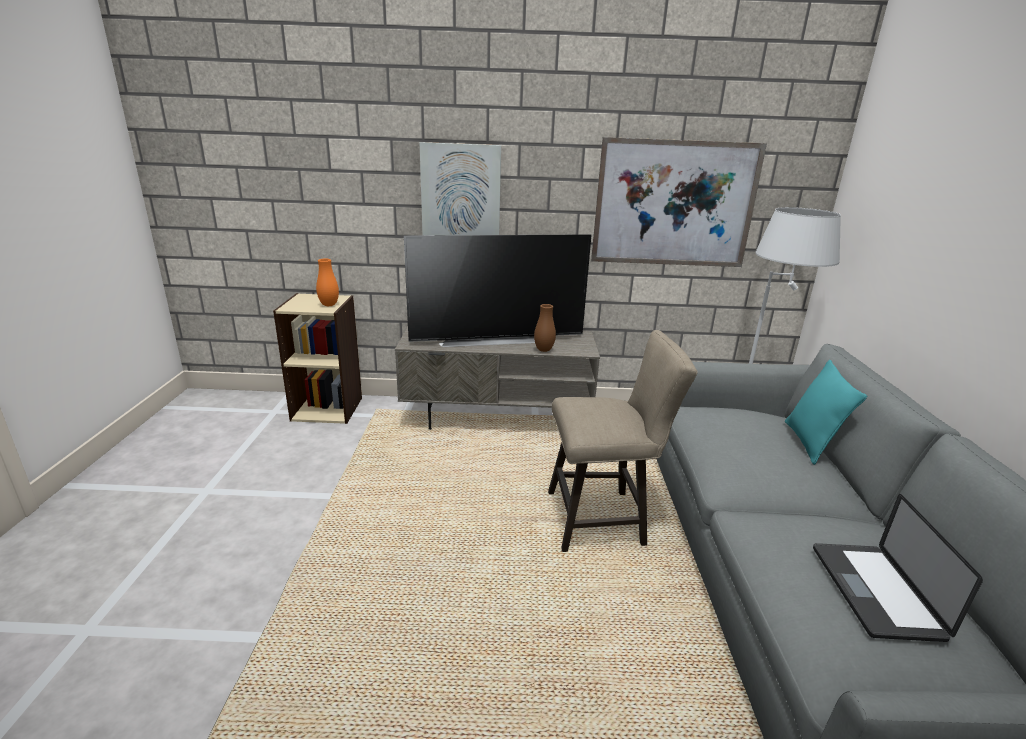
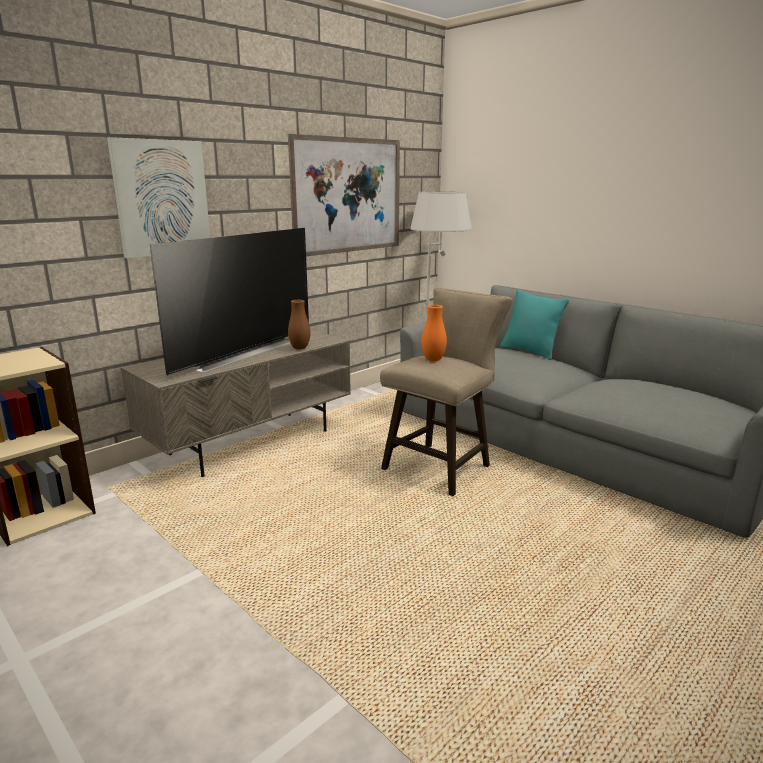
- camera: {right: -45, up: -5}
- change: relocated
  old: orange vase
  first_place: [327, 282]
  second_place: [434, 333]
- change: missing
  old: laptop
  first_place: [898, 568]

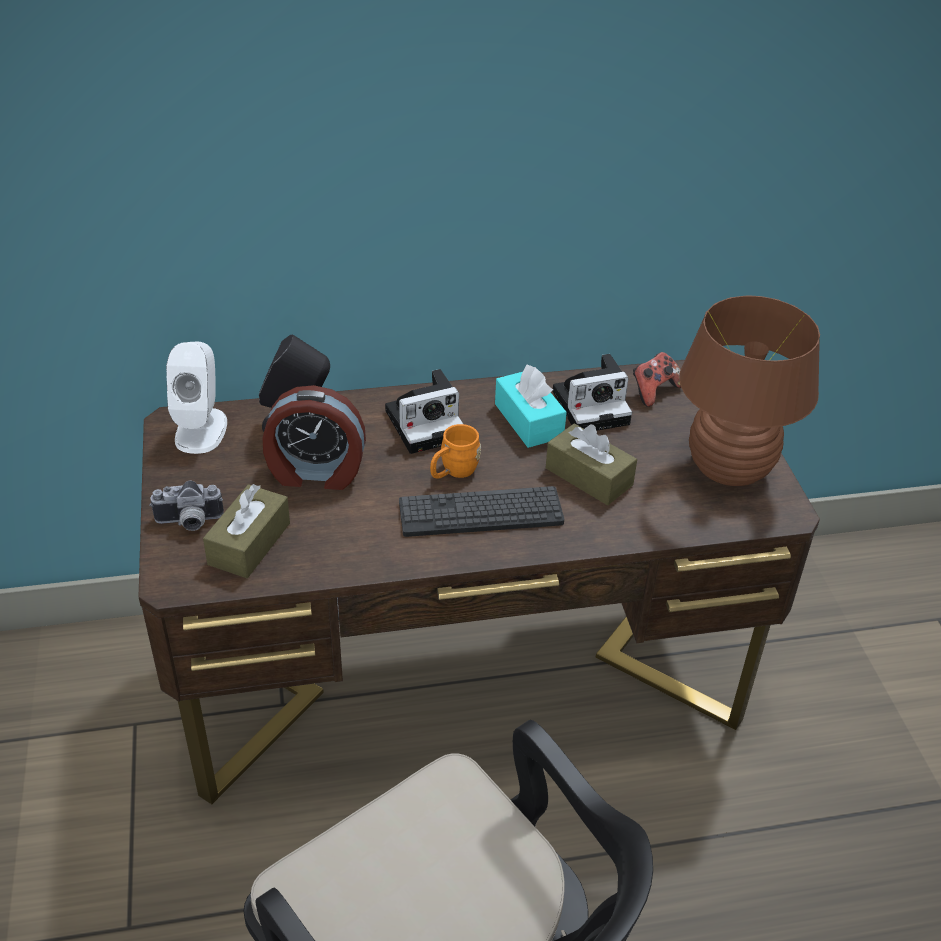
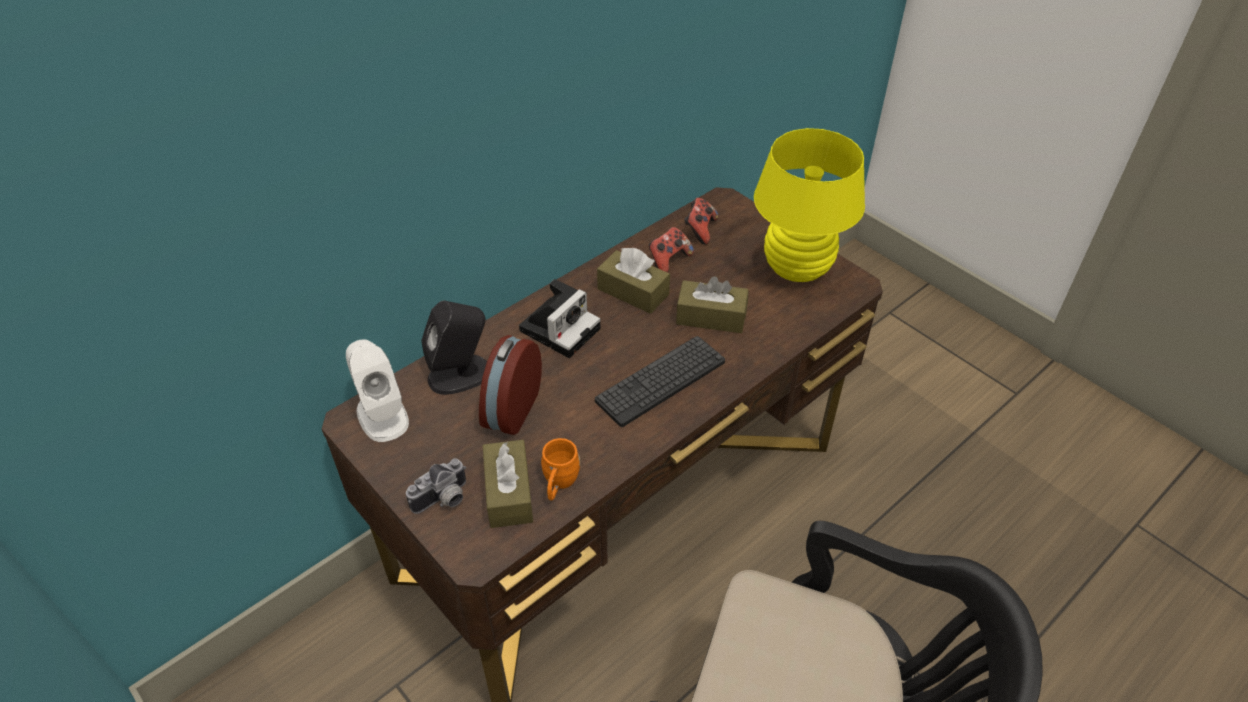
- camera: {right: -30, up: 5}
- change: spun
  old: alarm clock
  first_place: [314, 437]
  second_place: [510, 385]
  degrees: 135
- change: relocated
  old: orange mug
  first_place: [455, 451]
  second_place: [560, 469]
- change: colour
  old: turquoise tissue box
  new: brown tissue box
  first_place: [531, 406]
  second_place: [633, 281]
- change: exchanged
  old: photo camera
  new: game controller
  first_place: [592, 392]
  second_place: [671, 250]
- change: colour
  old: brown table lamp
  new: yellow table lamp
  first_place: [749, 390]
  second_place: [809, 205]

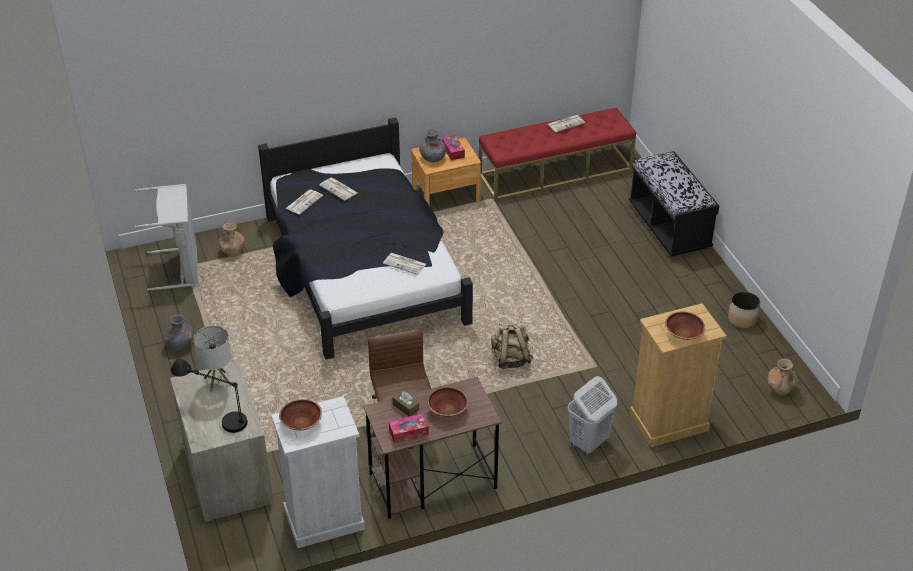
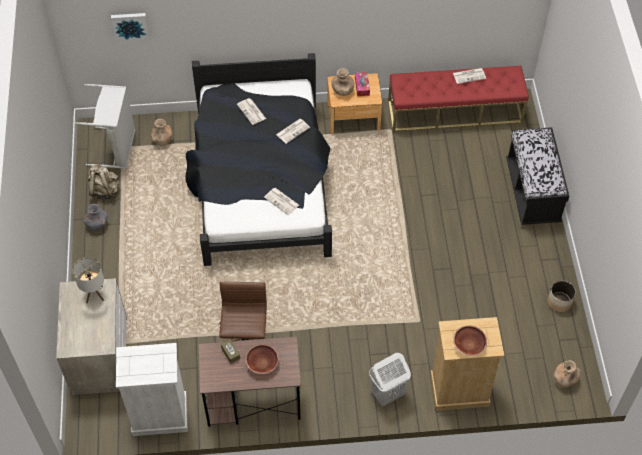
- camera: {right: 15, up: 15}
- change: missing
  old: black table lamp
  first_place: [209, 396]
- change: missing
  old: brown bowl
  first_place: [300, 414]
- change: relocated
  old: newspaper
  first_place: [304, 202]
  second_place: [293, 131]
- change: missing
  old: tissue box
  first_place: [409, 428]
- change: colour
  old: grey vase
  new: brown vase
  first_place: [432, 145]
  second_place: [342, 82]
- change: relocated
  old: beige backpack
  first_place: [512, 345]
  second_place: [103, 181]
- change: appeared
  new: picture
  second_place: [130, 27]

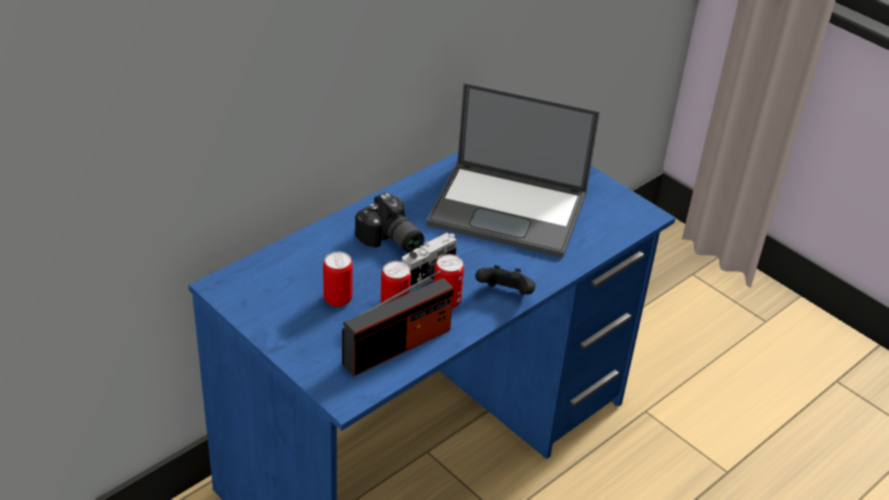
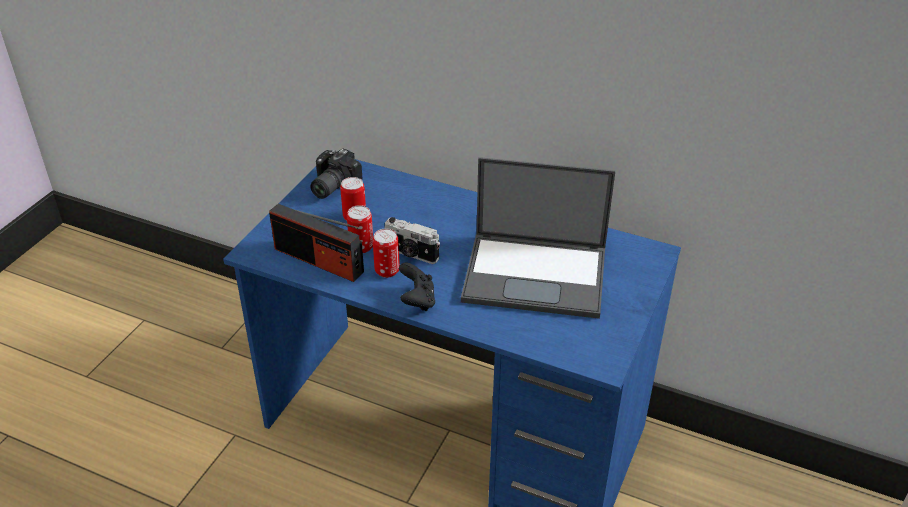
- camera: {right: 70, up: 0}
- change: relocated
  old: photo camera
  first_place: [389, 222]
  second_place: [336, 173]
- change: spun
  old: laptop
  first_place: [513, 170]
  second_place: [538, 238]
  degrees: -75

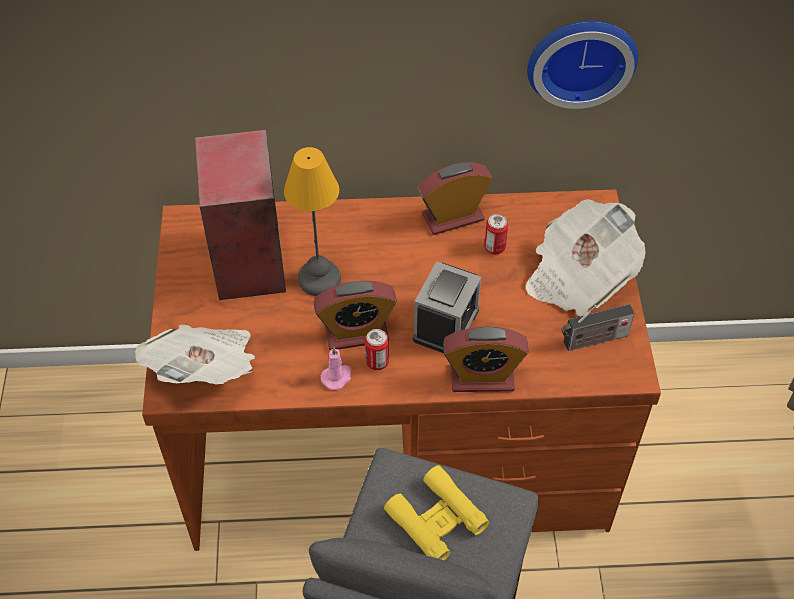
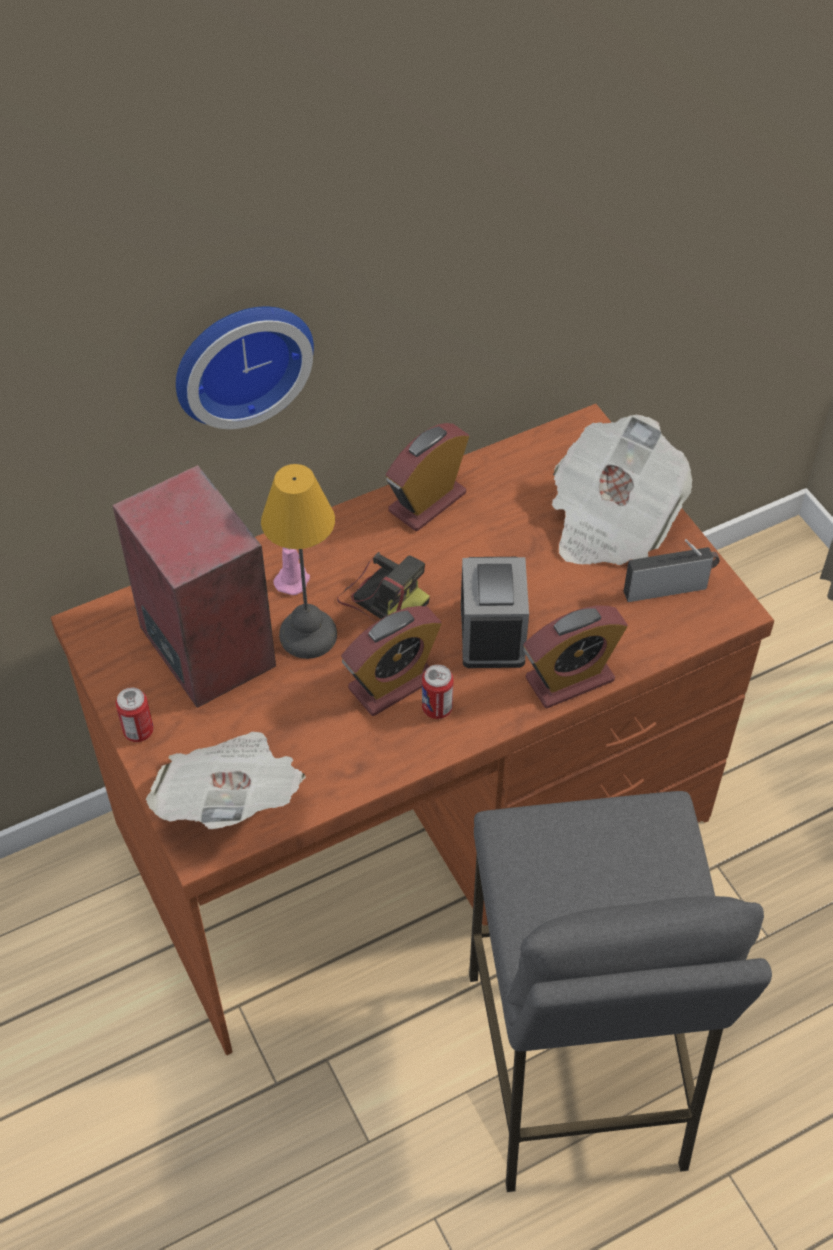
- camera: {right: -25, up: 0}
- change: relocated
  old: pink candle
  first_place: [335, 368]
  second_place: [291, 571]
- change: missing
  old: yellow binoculars
  first_place: [436, 513]
- change: relocated
  old: can
  first_place: [496, 234]
  second_place: [135, 714]
- change: relocated
  old: wall clock
  first_place: [582, 65]
  second_place: [245, 368]
- change: spun
  old: radio
  first_place: [597, 327]
  second_place: [672, 570]
  degrees: -150
- change: appeared
  new: photo camera
  second_place: [383, 587]

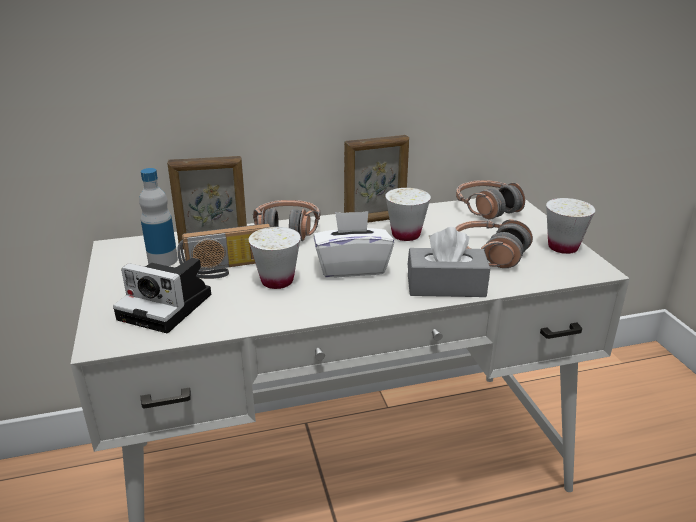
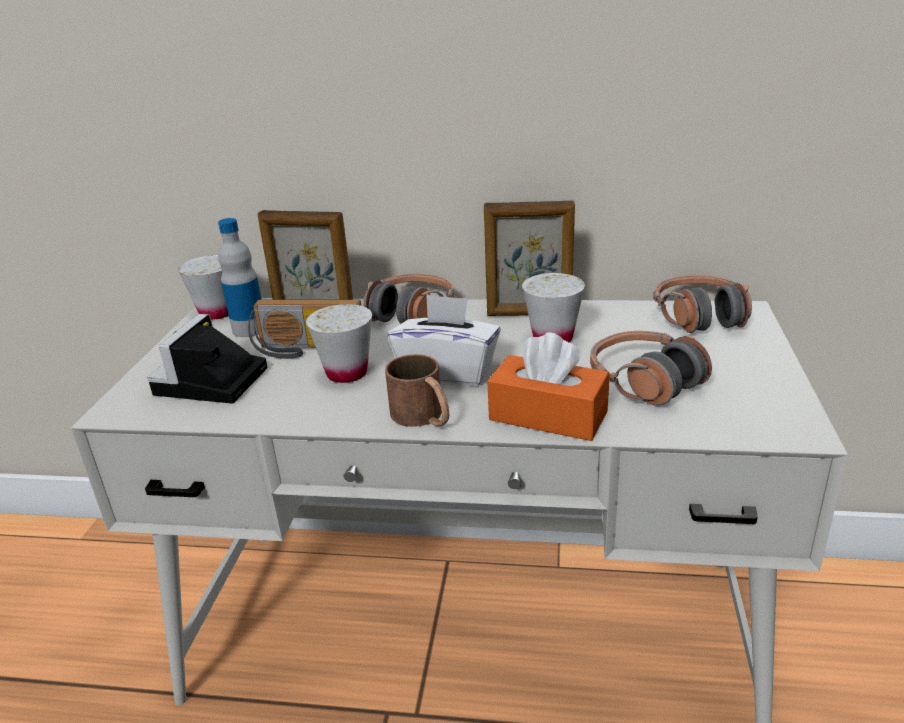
- camera: {right: 25, up: 0}
- change: spun
  old: photo camera
  first_place: [162, 295]
  second_place: [207, 359]
  degrees: 60
- change: colour
  old: grey tissue box
  new: orange tissue box
  first_place: [449, 262]
  second_place: [548, 386]
- change: relocated
  old: white cup
  first_place: [570, 226]
  second_place: [203, 287]
- change: appeared
  new: brown mug
  second_place: [417, 390]

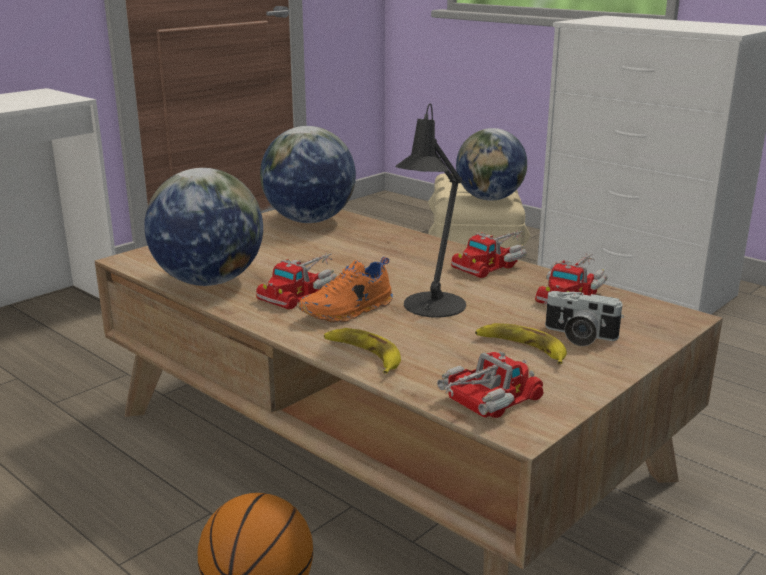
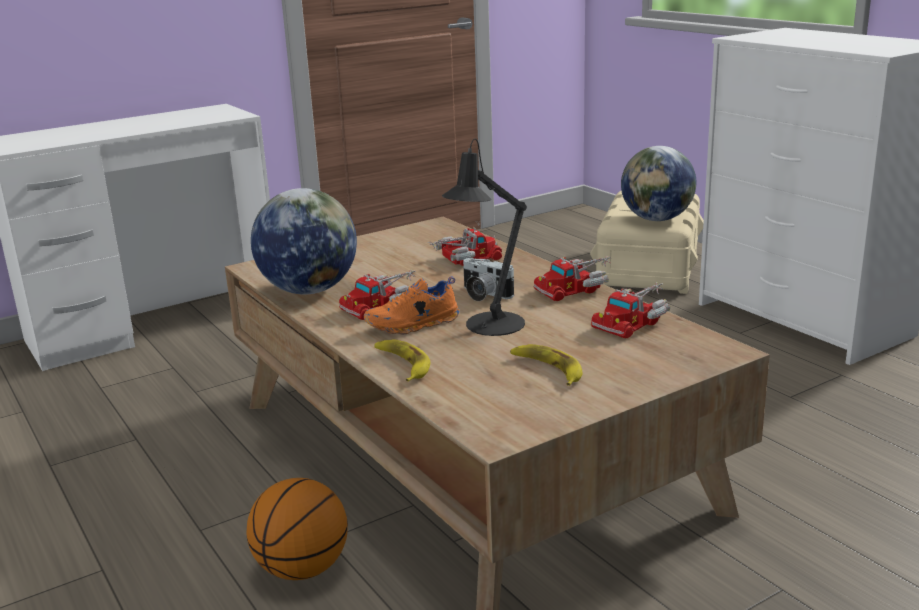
- camera: {right: 15, up: 0}
- change: missing
  old: globe
  first_place: [308, 174]
- change: relocated
  old: toy truck
  first_place: [490, 384]
  second_place: [465, 246]
- change: relocated
  old: photo camera
  first_place: [584, 318]
  second_place: [488, 279]

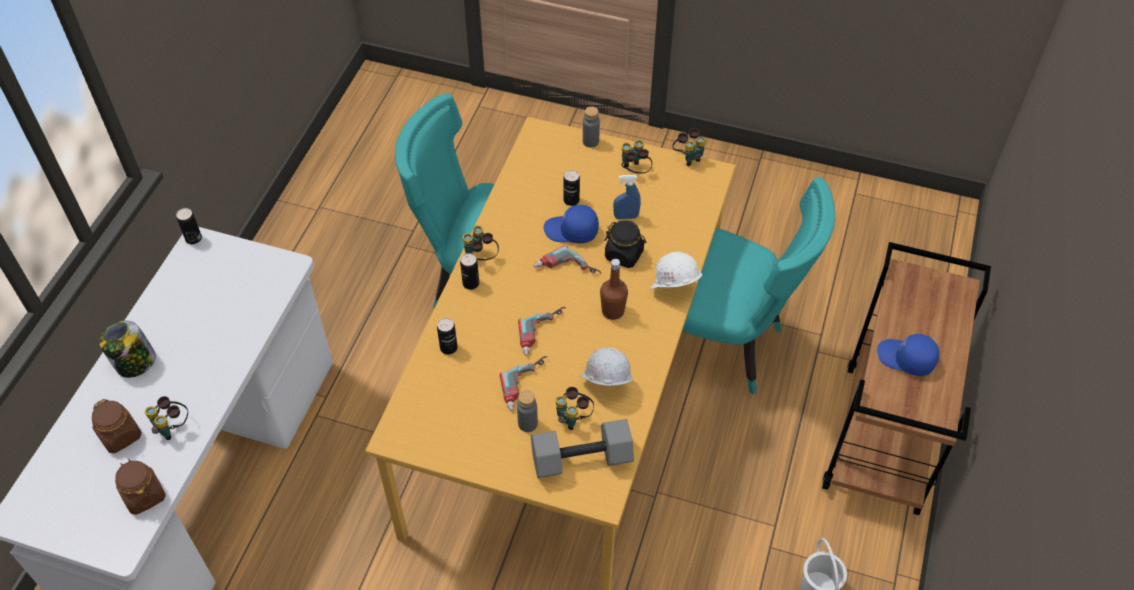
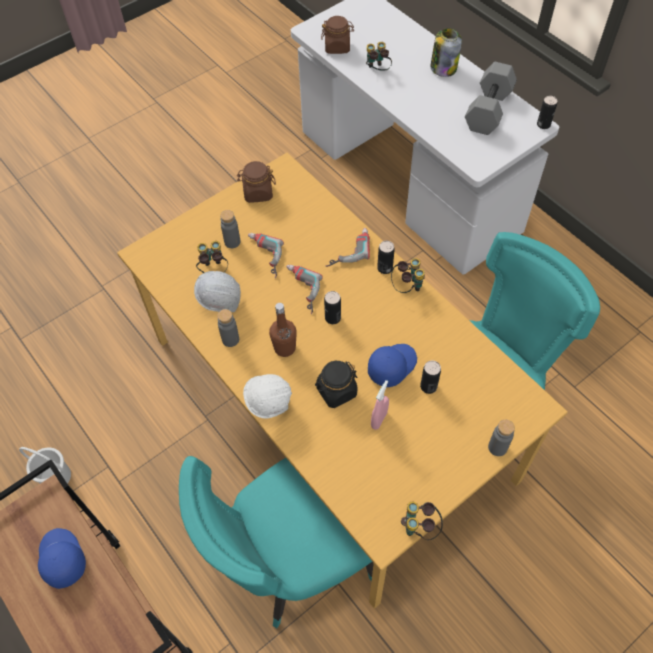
- camera: {right: 125, up: 5}
- change: relocated
  old: brown jar
  first_place: [117, 426]
  second_place: [256, 182]
- change: relocated
  old: can
  first_place: [447, 336]
  second_place: [332, 307]
- change: relocated
  old: grey dumbbell
  first_place: [582, 448]
  second_place: [491, 98]
- change: relocated
  old: power drill
  first_place: [567, 259]
  second_place: [348, 247]
- change: colour
  old: blue spray bottle
  new: pink spray bottle
  first_place: [627, 197]
  second_place: [380, 405]
- change: missing
  old: binoculars
  first_place: [636, 156]
- change: spun
  old: blue cap
  first_place: [908, 355]
  second_place: [62, 558]
  degrees: -90
- change: appeared
  new: grey bottle
  second_place: [228, 328]

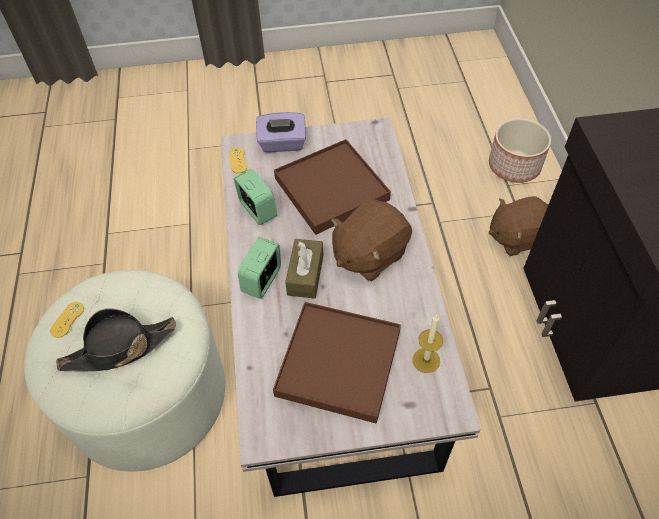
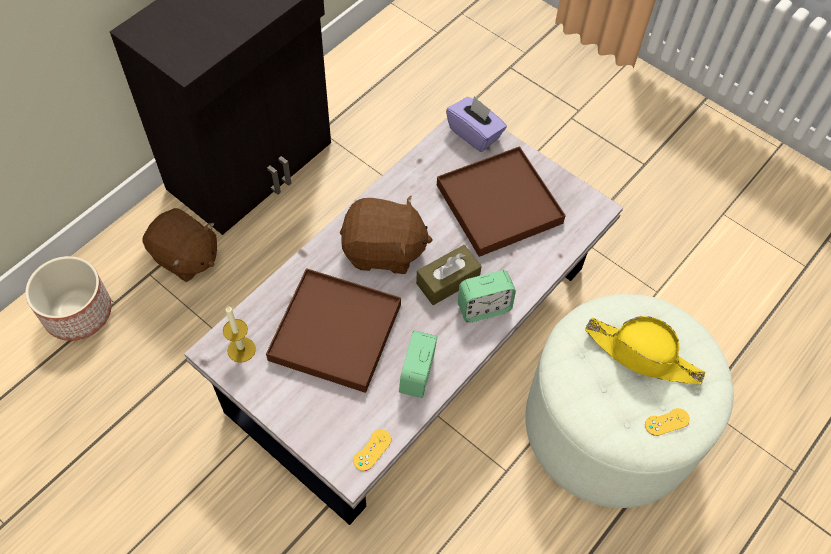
- camera: {right: -135, up: 5}
- change: colour
  old: black hat
  new: yellow hat
  first_place: [116, 340]
  second_place: [645, 350]
- change: relocated
  old: purple tissue box
  first_place: [281, 132]
  second_place: [476, 124]
- change: relocated
  old: candle
  first_place: [428, 344]
  second_place: [239, 334]

